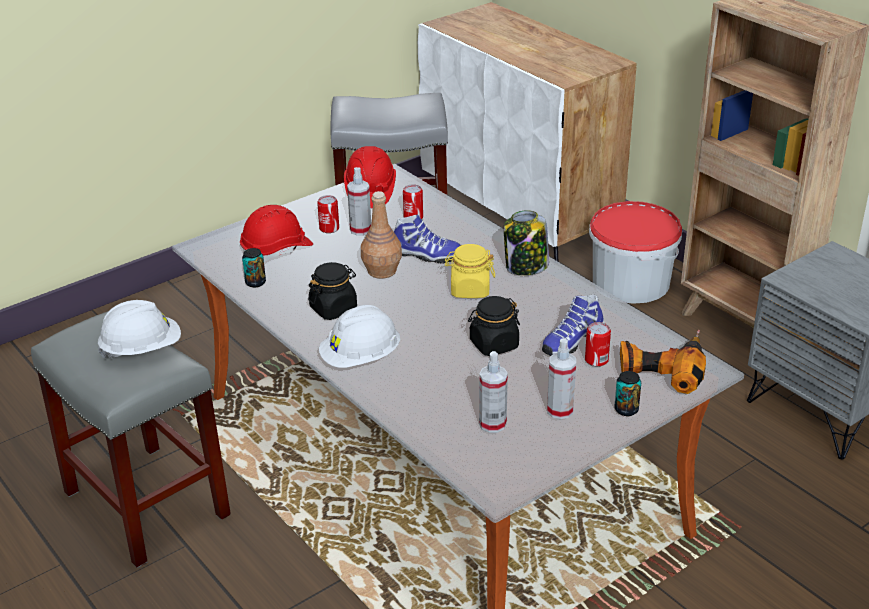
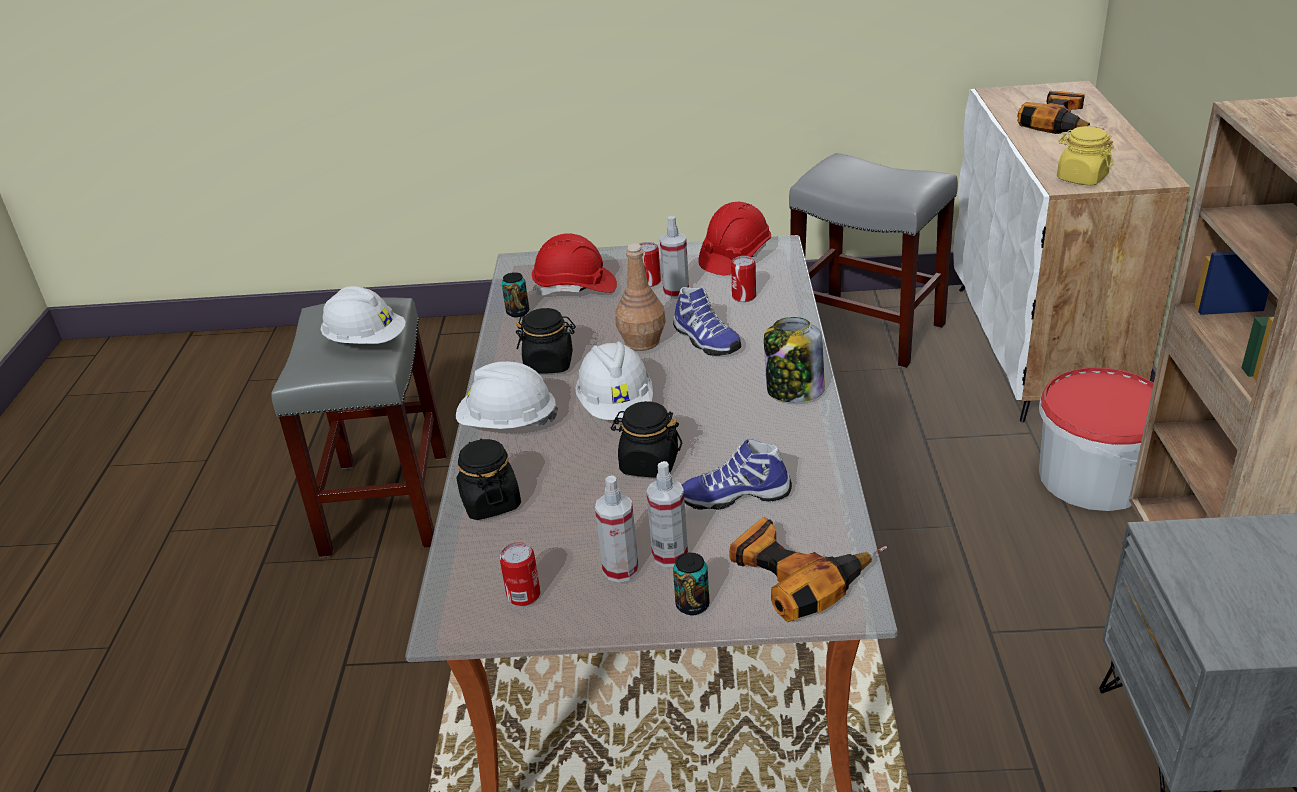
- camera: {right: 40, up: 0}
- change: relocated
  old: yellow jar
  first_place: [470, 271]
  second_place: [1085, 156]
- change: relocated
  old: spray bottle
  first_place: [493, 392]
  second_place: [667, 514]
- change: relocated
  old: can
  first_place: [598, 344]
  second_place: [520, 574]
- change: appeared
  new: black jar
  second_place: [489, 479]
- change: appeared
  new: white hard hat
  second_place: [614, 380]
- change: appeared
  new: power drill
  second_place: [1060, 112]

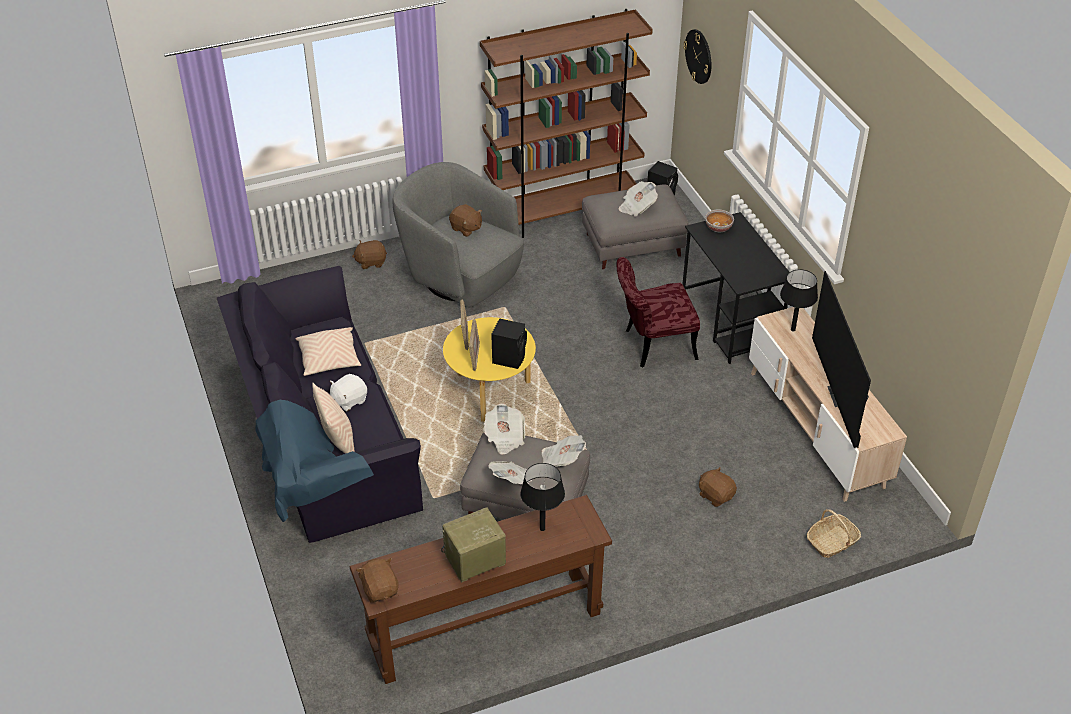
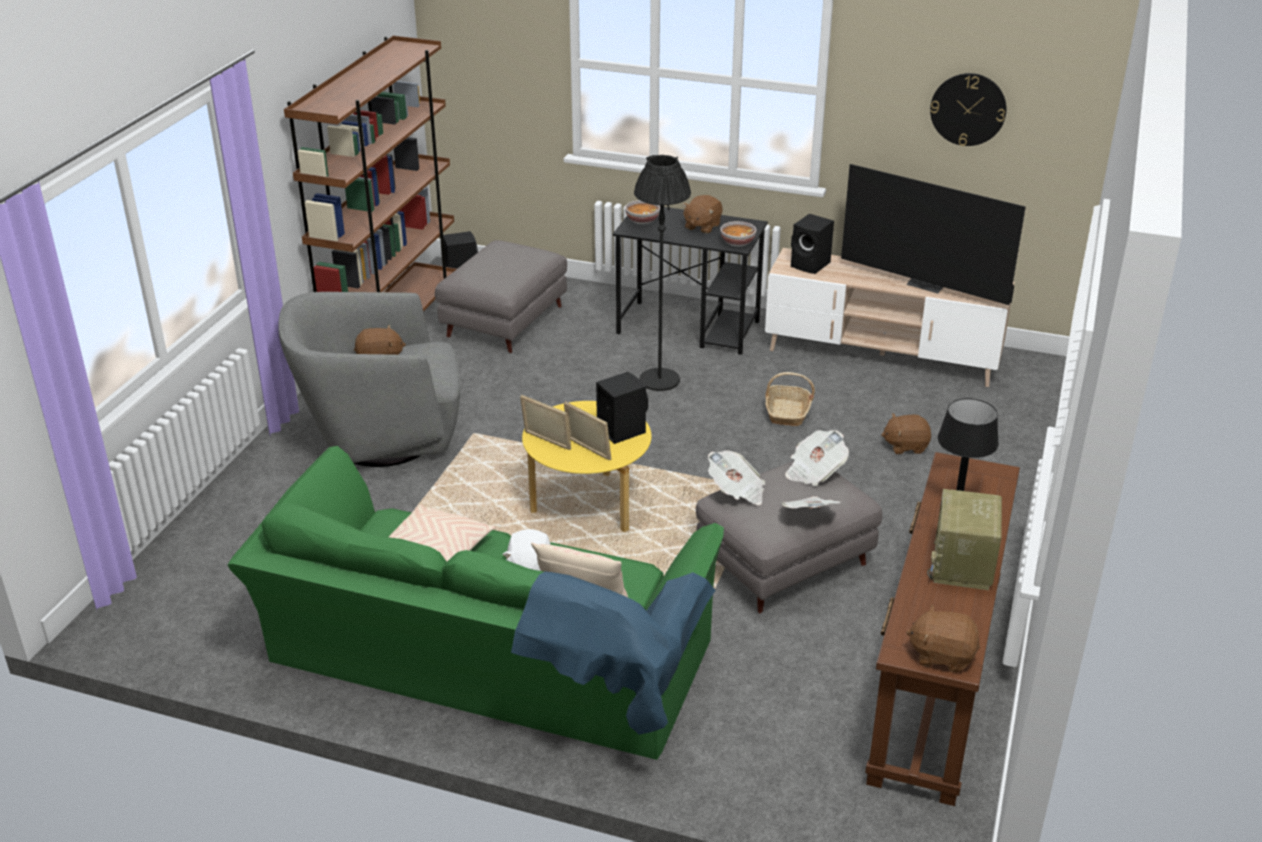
- camera: {right: -50, up: -10}
- change: colour
  old: black sofa
  new: green sofa
  first_place: [320, 404]
  second_place: [476, 603]
- change: relocated
  old: brown plush toy
  first_place: [369, 254]
  second_place: [702, 214]
- change: exchanged
  old: red chair
  new: black floor lamp
  first_place: [658, 312]
  second_place: [662, 273]
- change: missing
  old: newspaper
  first_place: [638, 198]
- change: relocated
  old: wall clock
  first_place: [697, 56]
  second_place: [968, 109]
- change: exchanged
  old: black table lamp
  new: black speaker
  first_place: [799, 300]
  second_place: [812, 244]
- change: relocated
  old: basket
  first_place: [834, 533]
  second_place: [790, 399]
- change: appeared
  new: bowl
  second_place: [738, 234]

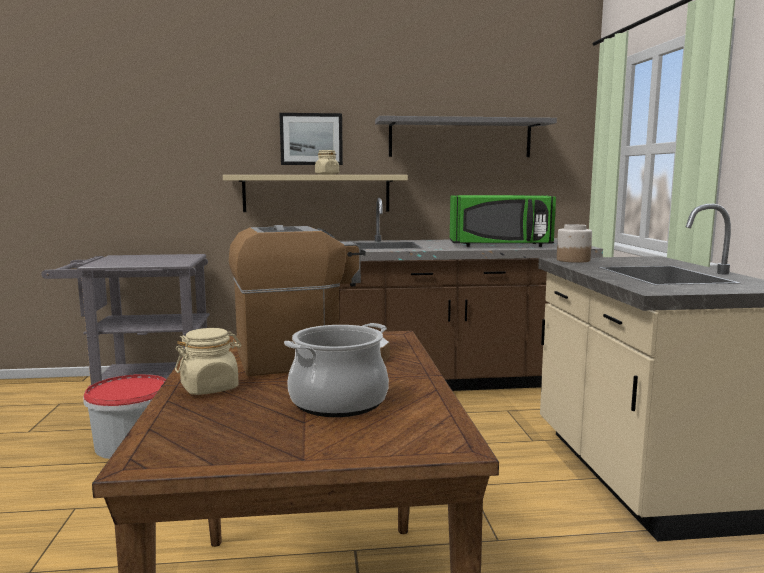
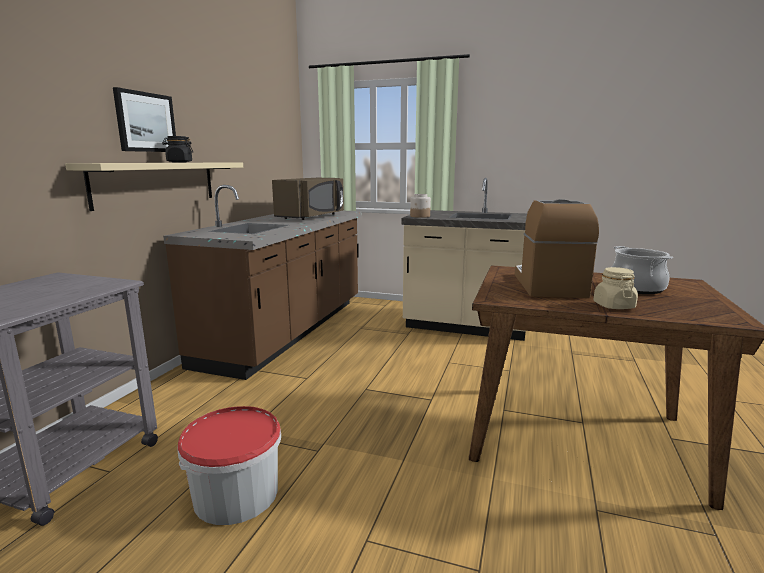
- camera: {right: -65, up: 5}
- change: colour
  old: beige jar
  new: black jar
  first_place: [327, 162]
  second_place: [177, 149]
- change: missing
  old: grey shelf
  first_place: [466, 136]
- change: colour
  old: green microwave
  new: brown microwave
  first_place: [503, 221]
  second_place: [308, 199]

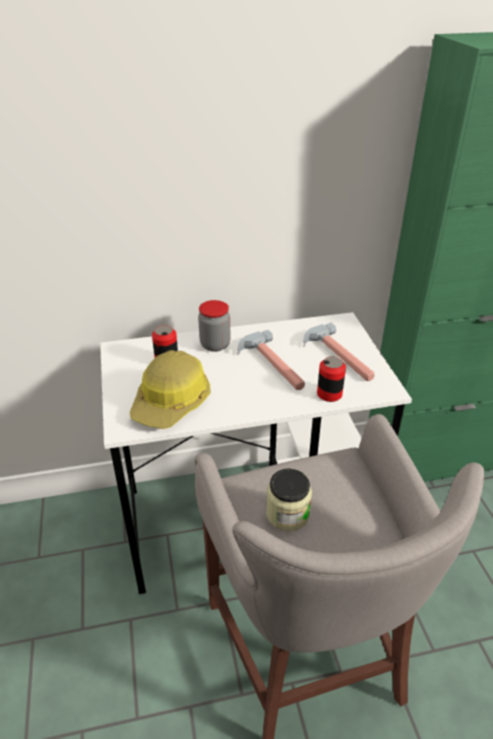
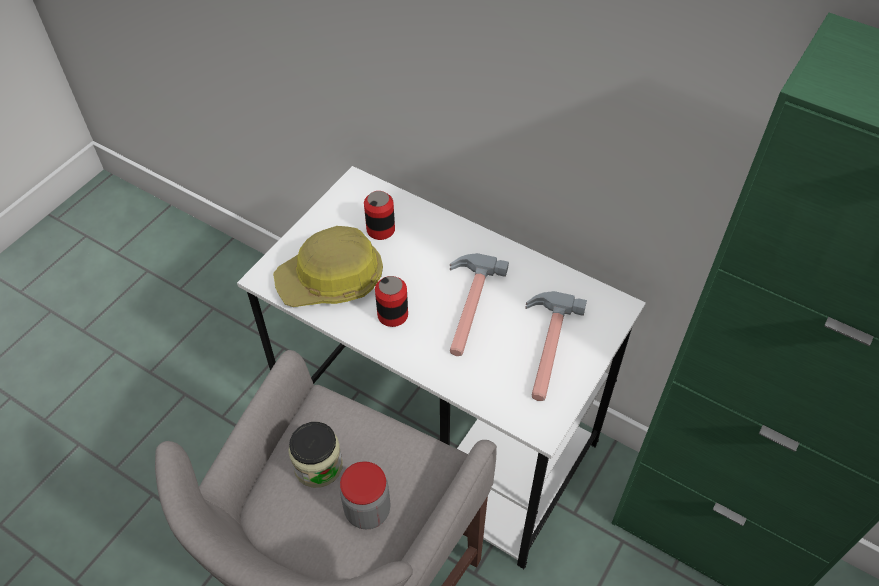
- camera: {right: 45, up: 15}
- change: relocated
  old: jar
  first_place: [214, 326]
  second_place: [365, 495]
- change: relocated
  old: can
  first_place: [331, 379]
  second_place: [391, 301]

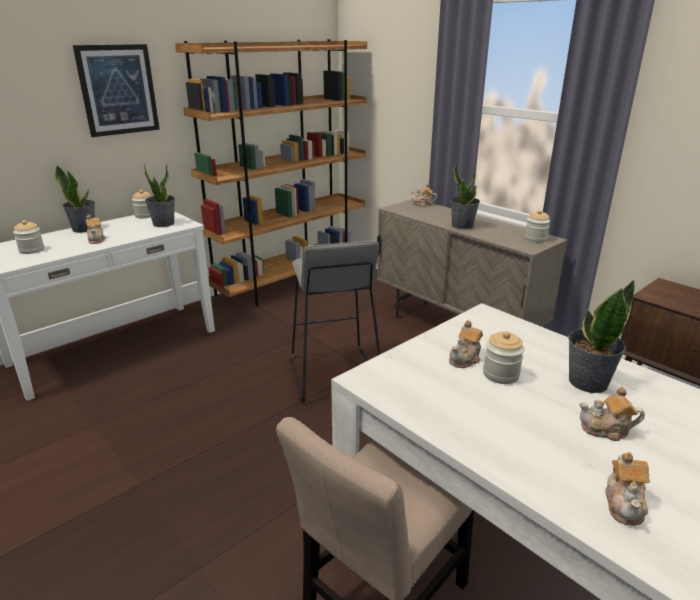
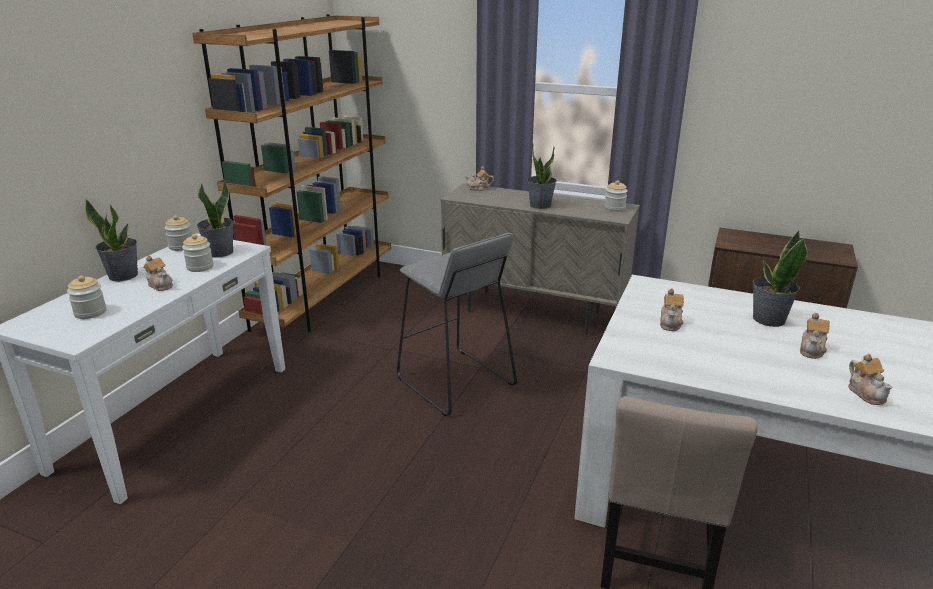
- camera: {right: -25, up: 0}
- change: missing
  old: picture
  first_place: [116, 90]
- change: relocated
  old: jar
  first_place: [503, 357]
  second_place: [197, 253]
- change: spun
  old: teapot
  first_place: [612, 414]
  second_place: [815, 336]
  degrees: -45

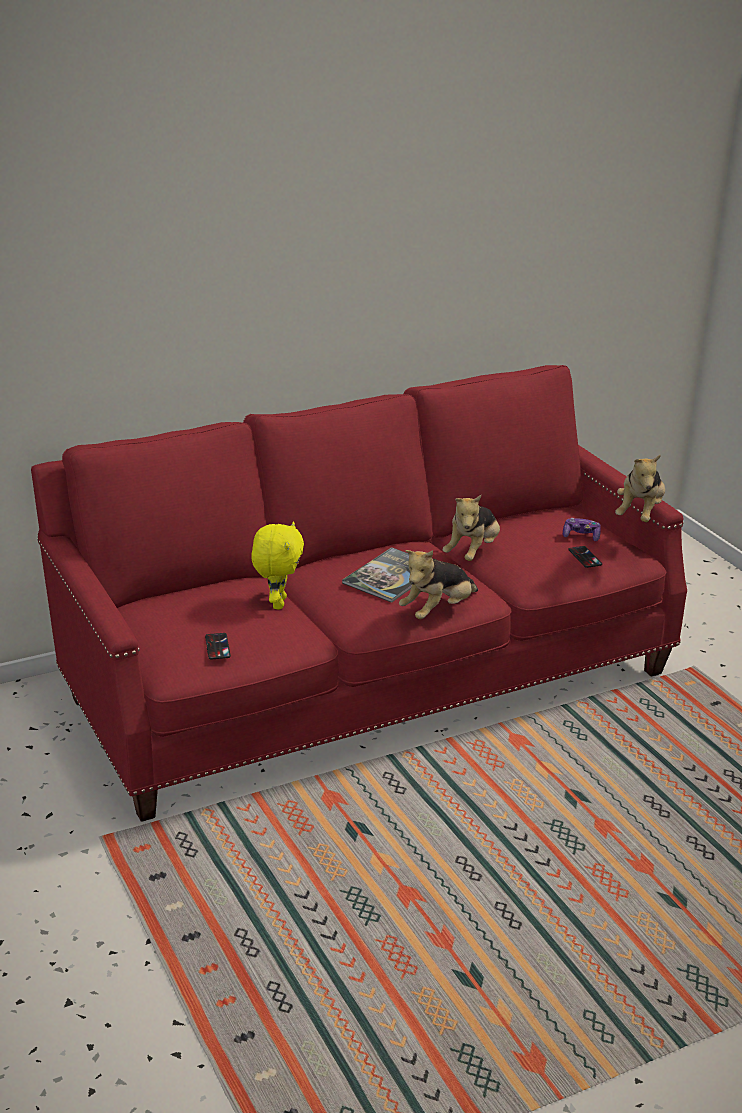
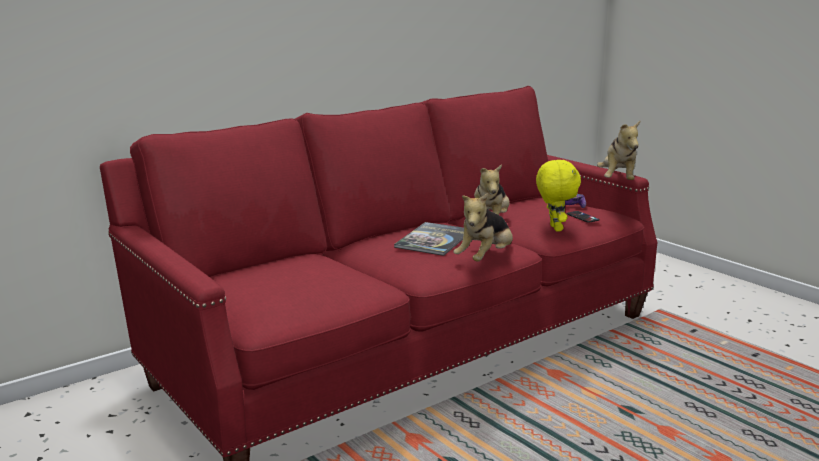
- camera: {right: -10, up: -10}
- change: missing
  old: phone
  first_place: [218, 646]
- change: relocated
  old: yellow plush toy
  first_place: [277, 565]
  second_place: [558, 195]

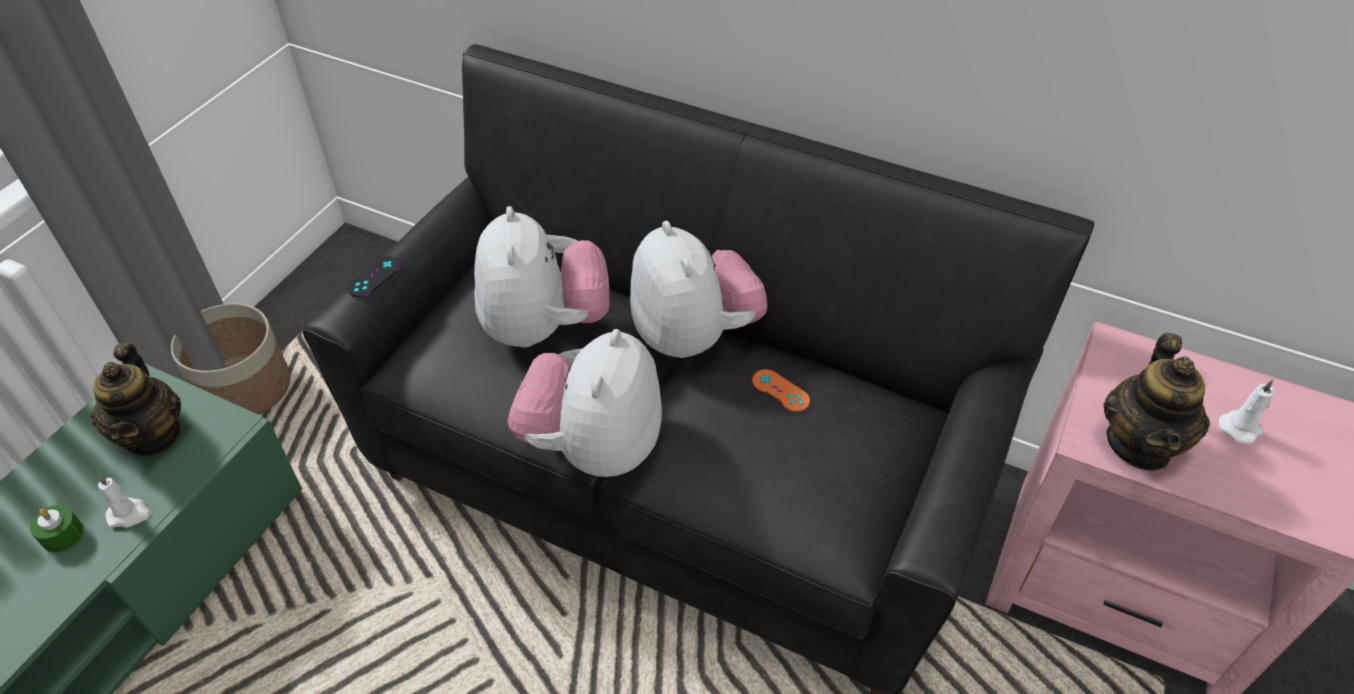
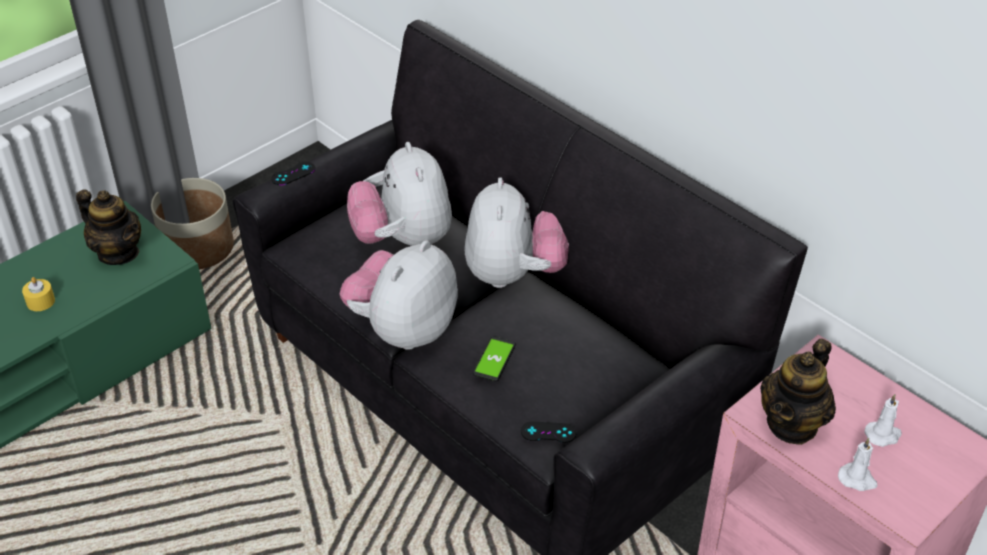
- camera: {right: 20, up: -5}
- change: colour
  old: green candle
  new: yellow candle
  first_place: [57, 528]
  second_place: [38, 294]
- change: spun
  old: teapot
  first_place: [136, 399]
  second_place: [108, 227]
  degrees: -60
- change: relocated
  old: white candle
  first_place: [124, 501]
  second_place: [858, 464]
- change: spun
  old: plush toy
  first_place: [541, 276]
  second_place: [399, 194]
  degrees: 150
- change: missing
  old: orange game controller
  first_place: [781, 390]
- change: appeared
  new: phone
  second_place: [494, 358]
- change: appeared
  new: black game controller
  second_place: [548, 432]

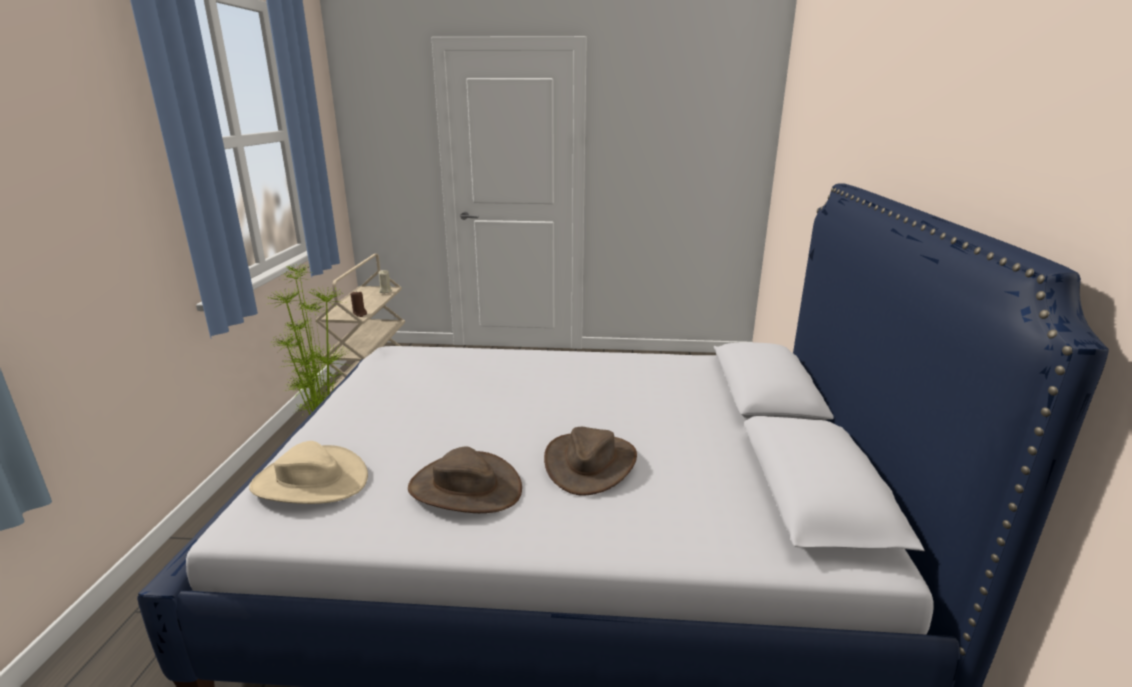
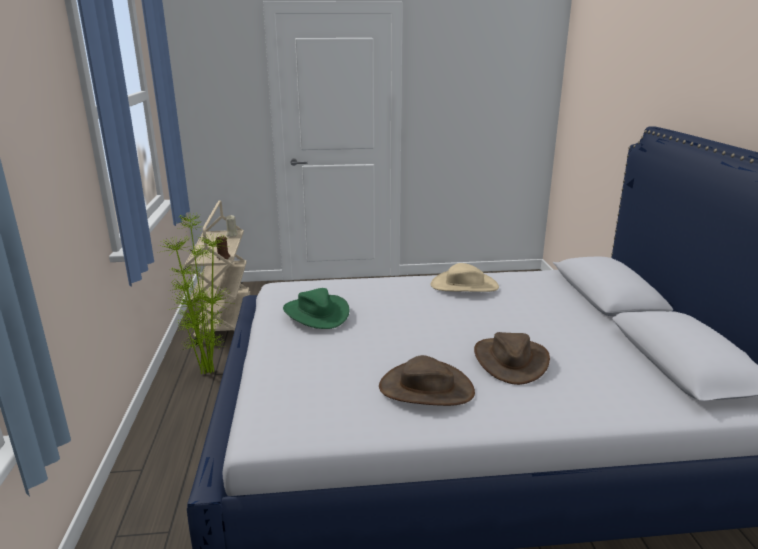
- camera: {right: -10, up: 0}
- change: relocated
  old: beige hat
  first_place: [308, 472]
  second_place: [464, 277]
- change: appeared
  new: green hat
  second_place: [316, 308]

